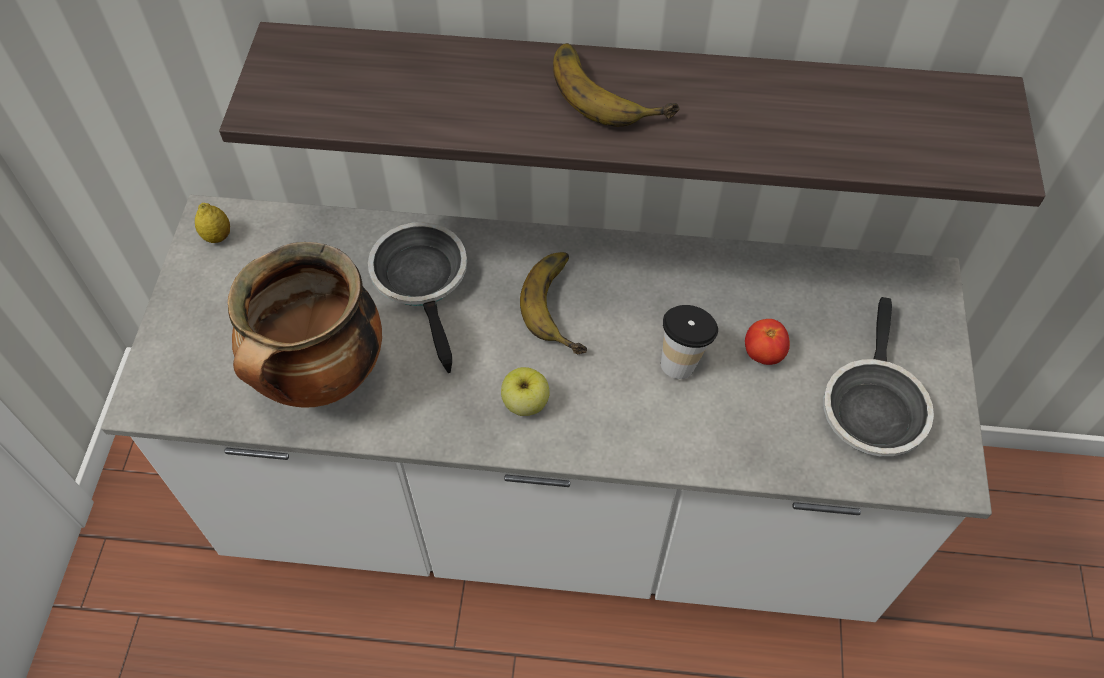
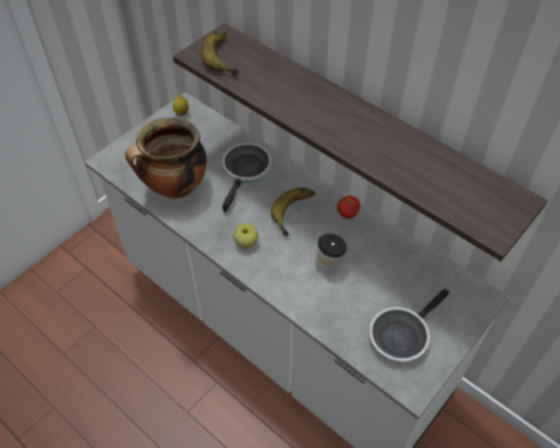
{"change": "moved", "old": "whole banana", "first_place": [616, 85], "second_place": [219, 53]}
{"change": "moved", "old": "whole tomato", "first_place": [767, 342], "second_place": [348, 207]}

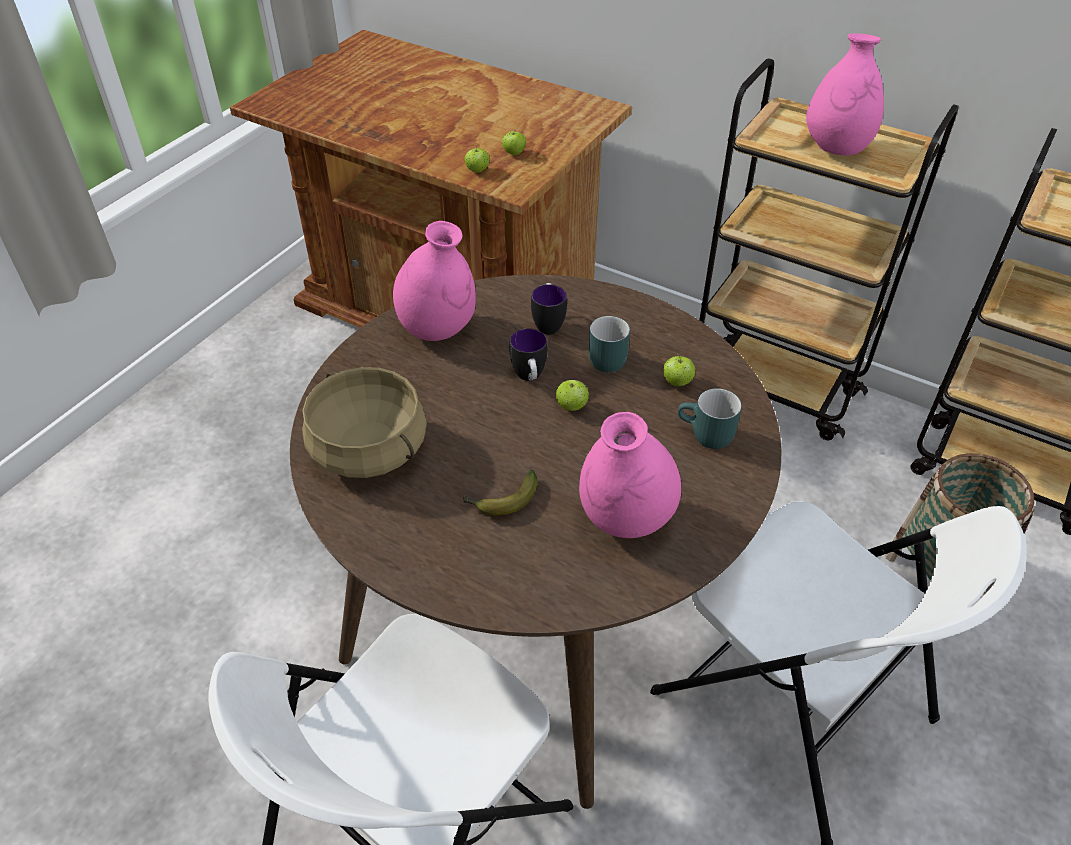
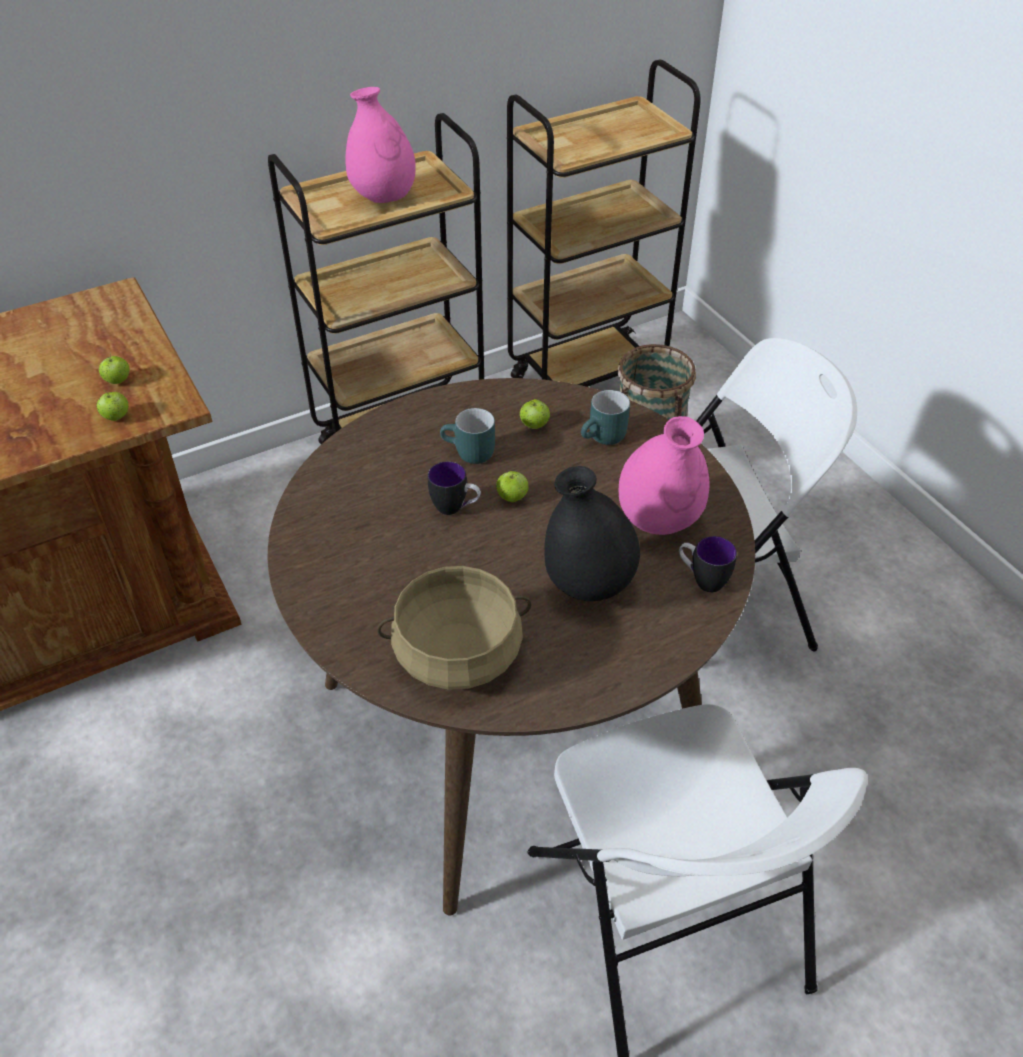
{"change": "removed", "old": "pink decorative vase", "first_place": [434, 281]}
{"change": "moved", "old": "mug", "first_place": [549, 309], "second_place": [708, 564]}
{"change": "replaced", "old": "whole banana", "new": "black decorative vase", "first_place": [500, 492], "second_place": [592, 533]}

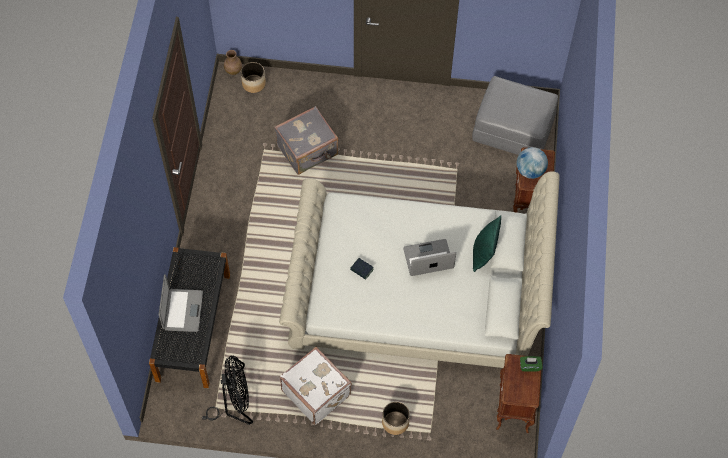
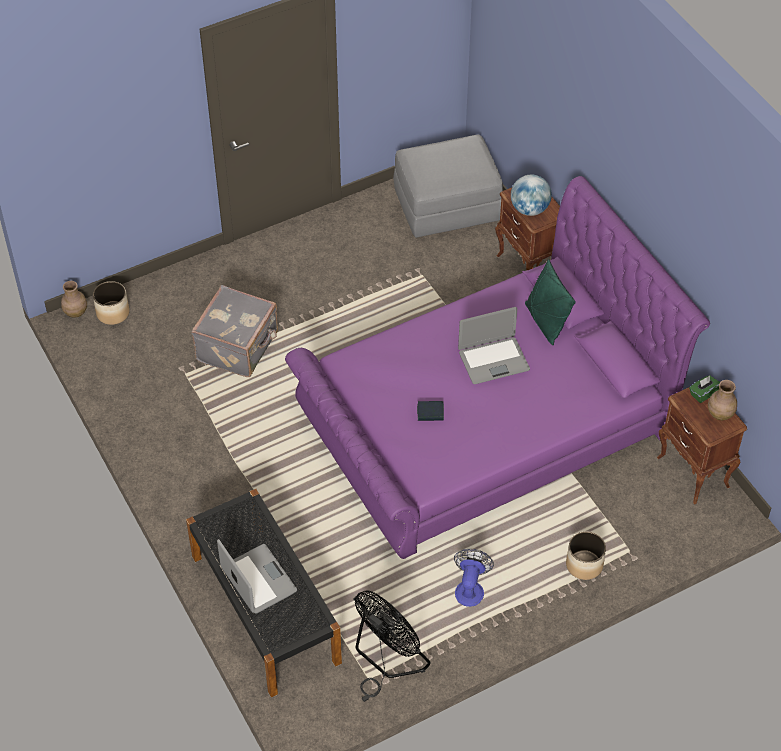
{"change": "recoloured", "old": "beige bedroom bed", "new": "purple bedroom bed", "first_place": [419, 270], "second_place": [497, 367]}
{"change": "turned", "old": "notebook computer", "first_place": [429, 257], "second_place": [494, 345], "degrees": -150}
{"change": "replaced", "old": "white travel case", "new": "electric fan", "first_place": [316, 385], "second_place": [474, 578]}
{"change": "added", "new": "brownish decorative vase", "second_place": [722, 400]}

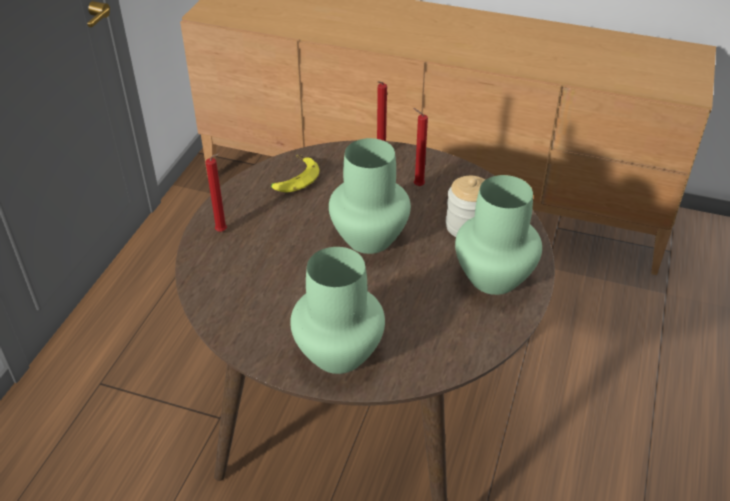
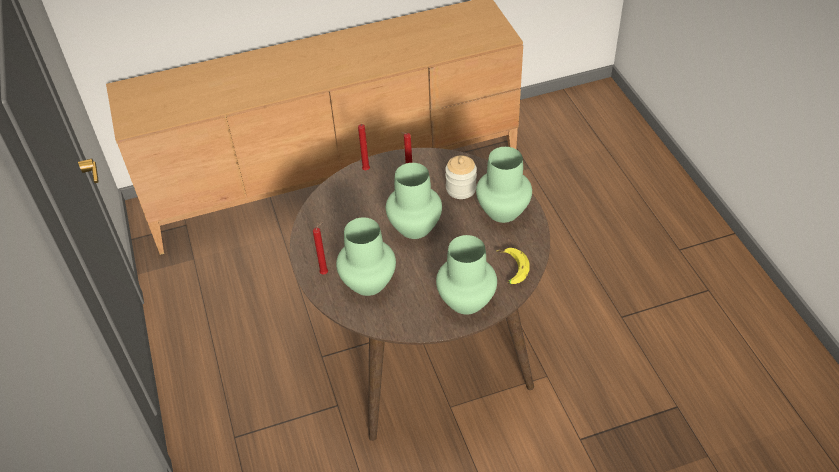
{"change": "moved", "old": "whole banana", "first_place": [295, 174], "second_place": [513, 266]}
{"change": "added", "new": "green decorative vase", "second_place": [366, 256]}

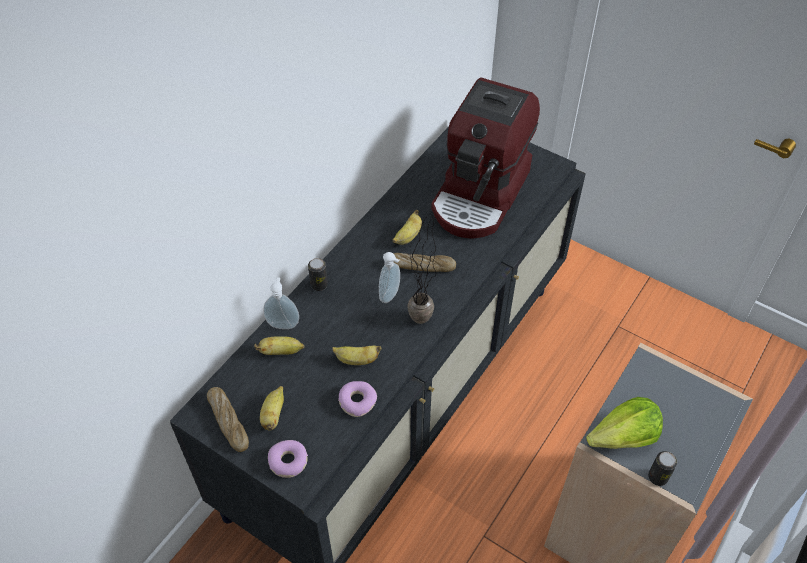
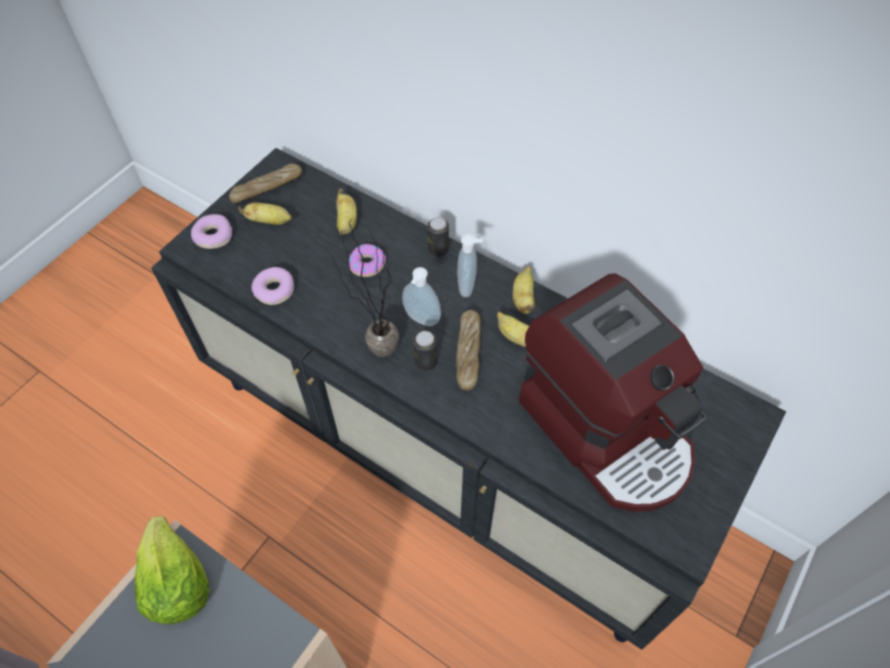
{"change": "turned", "old": "coffee machine", "first_place": [485, 158], "second_place": [612, 392], "degrees": -150}
{"change": "moved", "old": "soap dispenser", "first_place": [281, 303], "second_place": [470, 265]}
{"change": "moved", "old": "whole banana", "first_place": [357, 355], "second_place": [523, 290]}
{"change": "moved", "old": "sealed can", "first_place": [662, 468], "second_place": [425, 351]}
{"change": "added", "new": "ring doughnut", "second_place": [367, 260]}

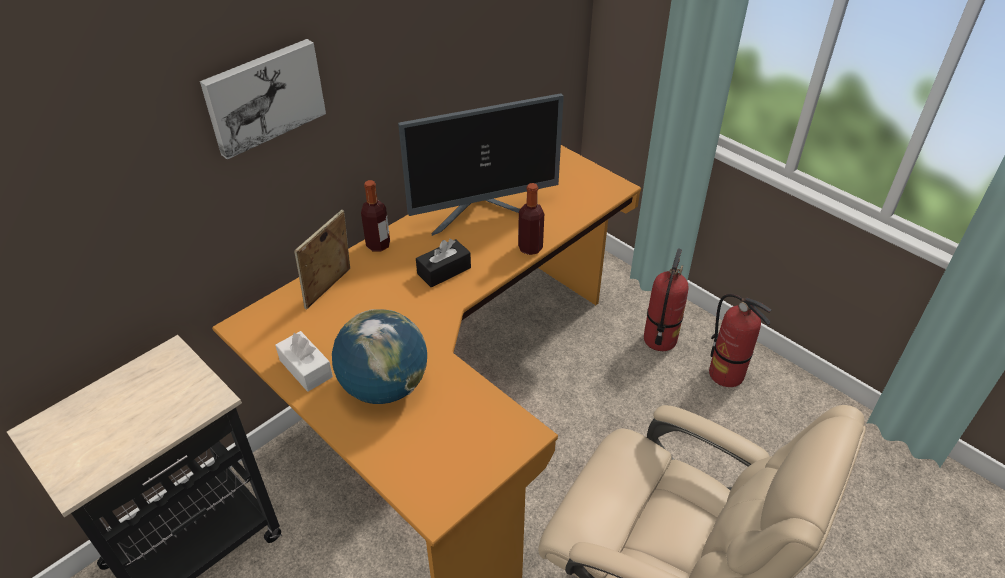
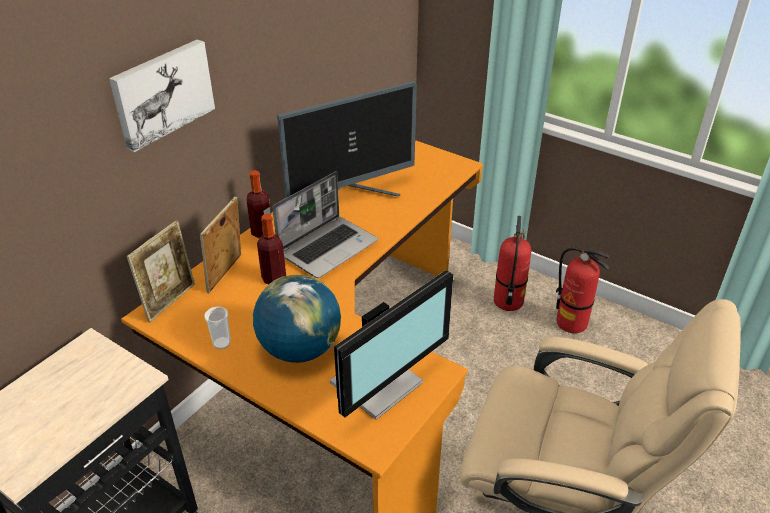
{"change": "moved", "old": "beverage bottle", "first_place": [531, 219], "second_place": [271, 249]}
{"change": "replaced", "old": "black tissue box", "new": "notebook computer", "first_place": [443, 263], "second_place": [325, 224]}
{"change": "replaced", "old": "white tissue box", "new": "small cup", "first_place": [304, 361], "second_place": [217, 327]}
{"change": "added", "new": "standing frame", "second_place": [160, 271]}
{"change": "added", "new": "computer screen", "second_place": [391, 345]}

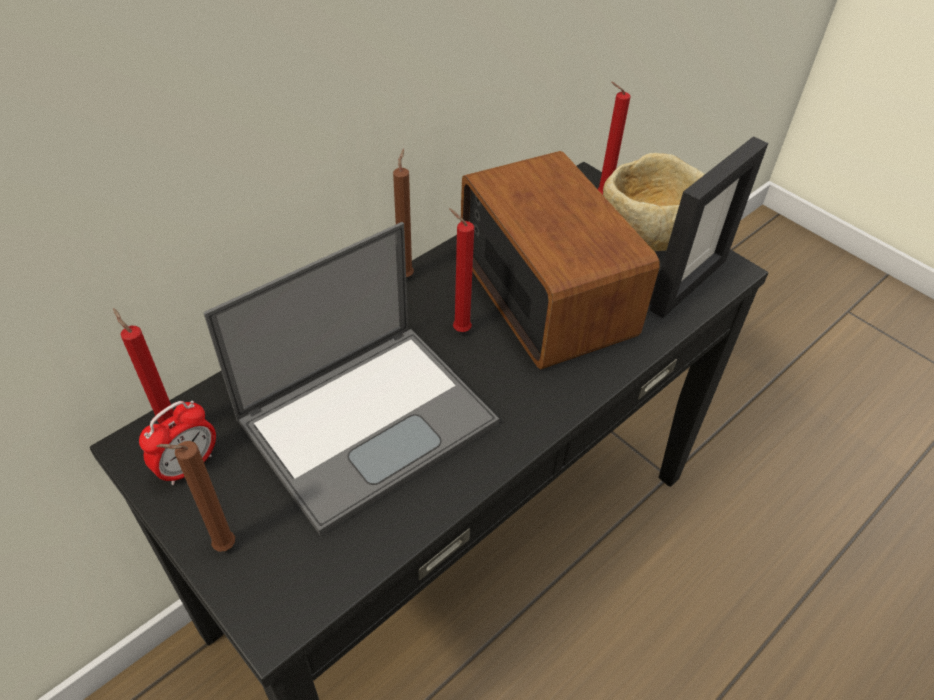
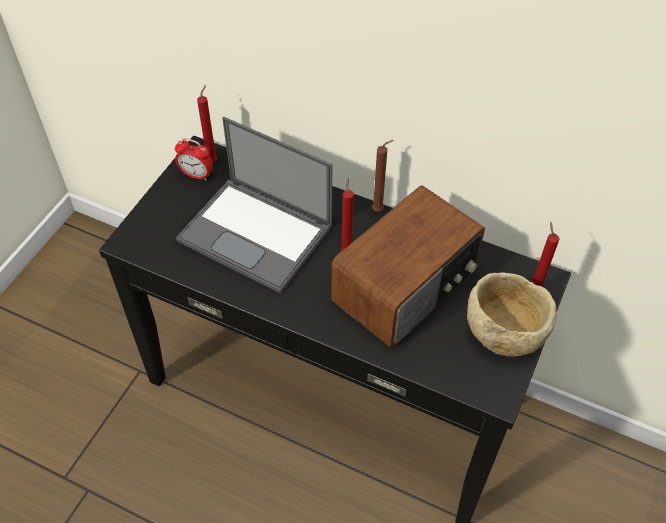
{"change": "removed", "old": "standing frame", "first_place": [708, 227]}
{"change": "removed", "old": "brownish wax light", "first_place": [196, 496]}

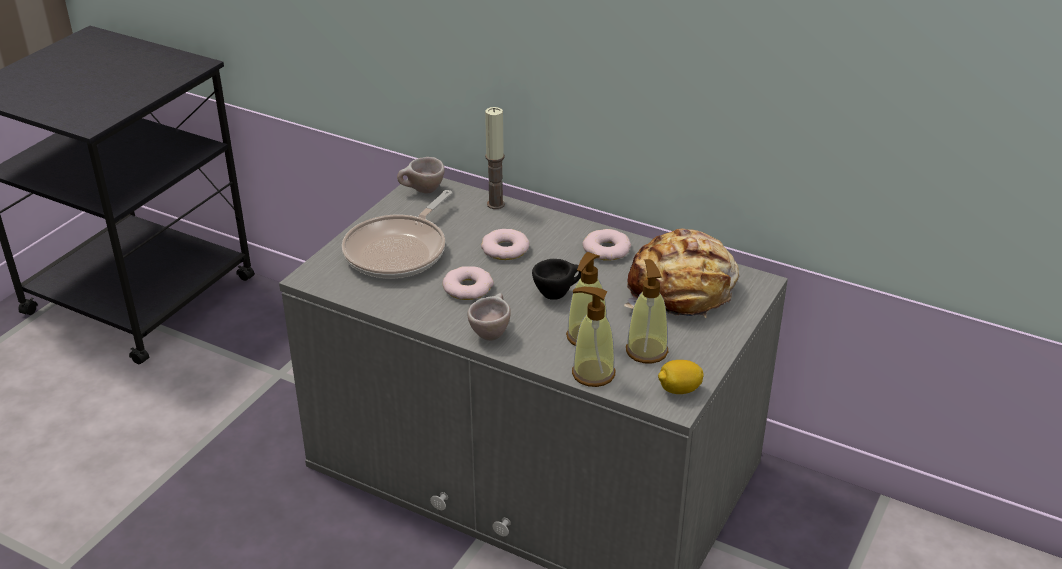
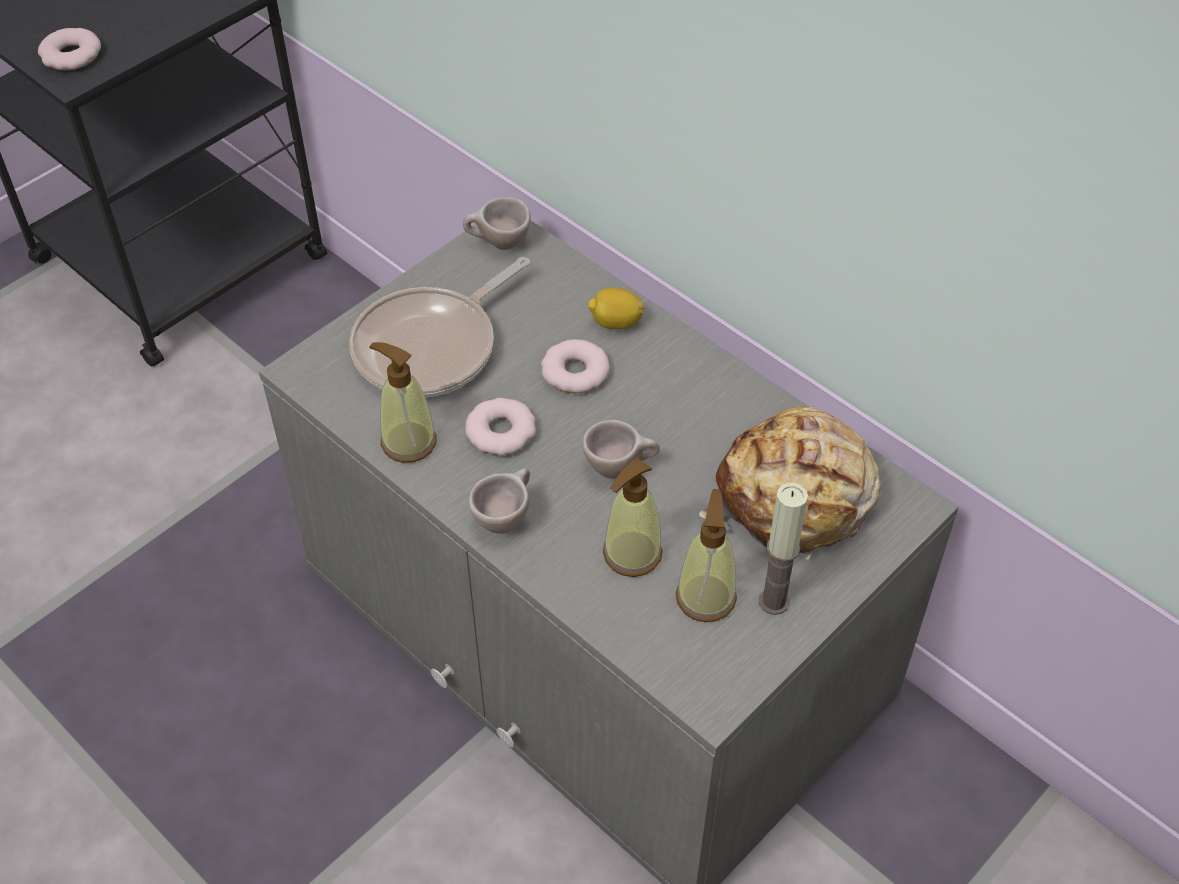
{"change": "moved", "old": "wax light", "first_place": [495, 158], "second_place": [783, 549]}
{"change": "moved", "old": "ring doughnut", "first_place": [606, 245], "second_place": [69, 49]}
{"change": "recoloured", "old": "black small cup", "new": "beige small cup", "first_place": [556, 279], "second_place": [621, 449]}
{"change": "moved", "old": "soap dispenser", "first_place": [594, 337], "second_place": [403, 402]}
{"change": "moved", "old": "citrus fruit", "first_place": [681, 377], "second_place": [616, 309]}

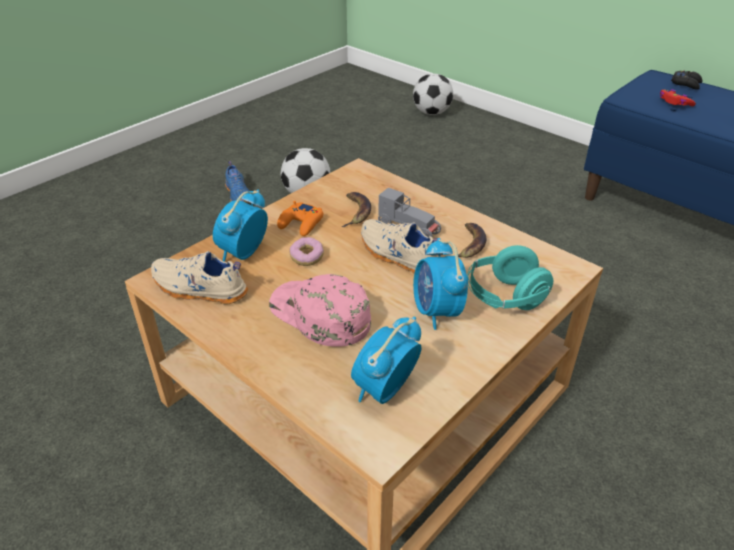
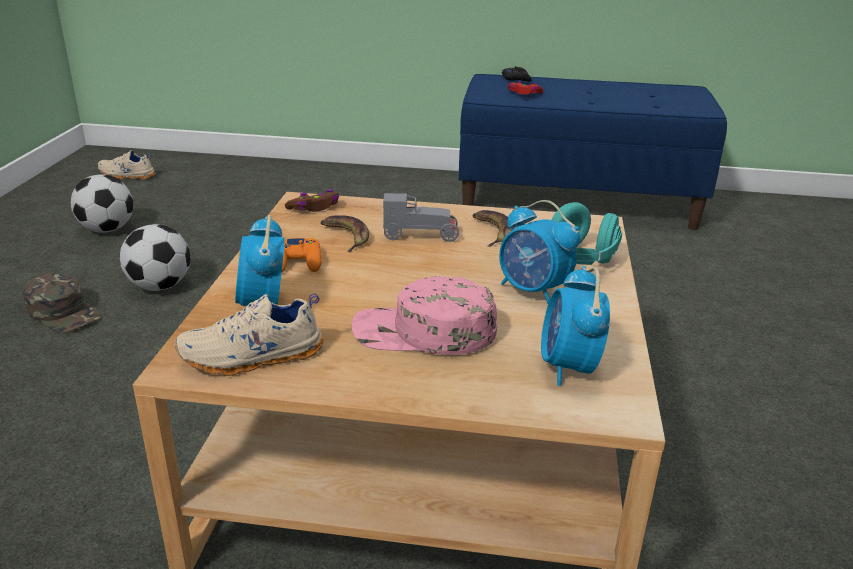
{"change": "moved", "old": "football ball", "first_place": [433, 94], "second_place": [102, 203]}
{"change": "replaced", "old": "blue-coloured low shoe", "new": "green peaked cap", "first_place": [237, 182], "second_place": [62, 303]}
{"change": "moved", "old": "beige low shoe", "first_place": [399, 246], "second_place": [127, 165]}
{"change": "removed", "old": "ring doughnut", "first_place": [306, 251]}
{"change": "added", "new": "brownish joypad", "second_place": [312, 201]}

